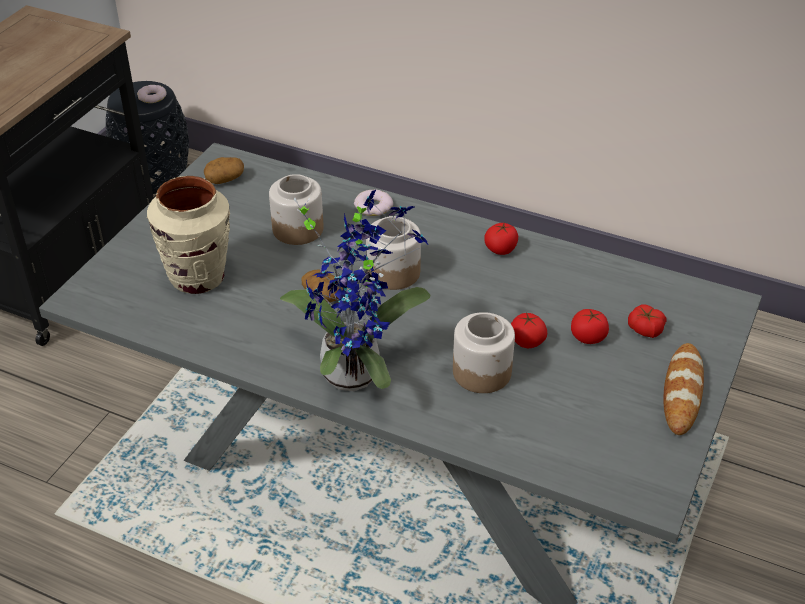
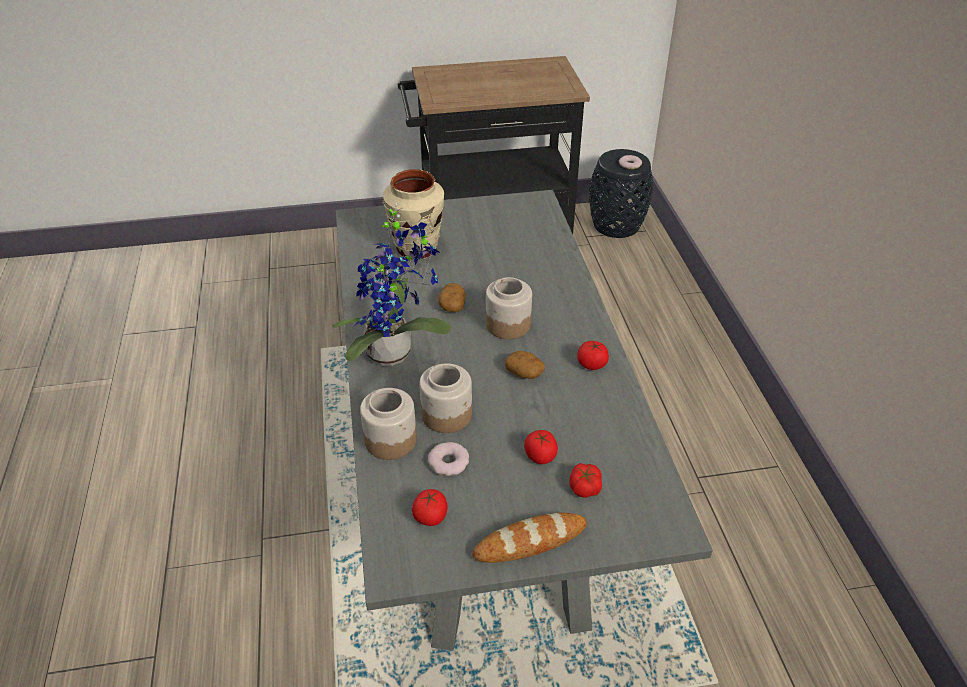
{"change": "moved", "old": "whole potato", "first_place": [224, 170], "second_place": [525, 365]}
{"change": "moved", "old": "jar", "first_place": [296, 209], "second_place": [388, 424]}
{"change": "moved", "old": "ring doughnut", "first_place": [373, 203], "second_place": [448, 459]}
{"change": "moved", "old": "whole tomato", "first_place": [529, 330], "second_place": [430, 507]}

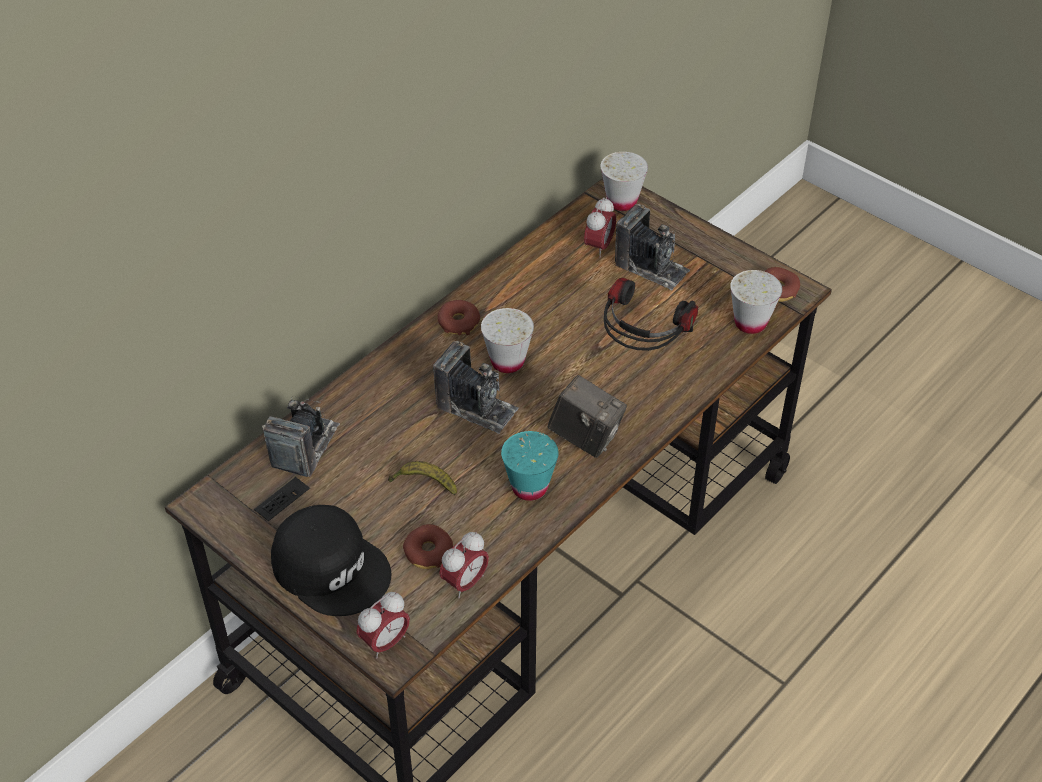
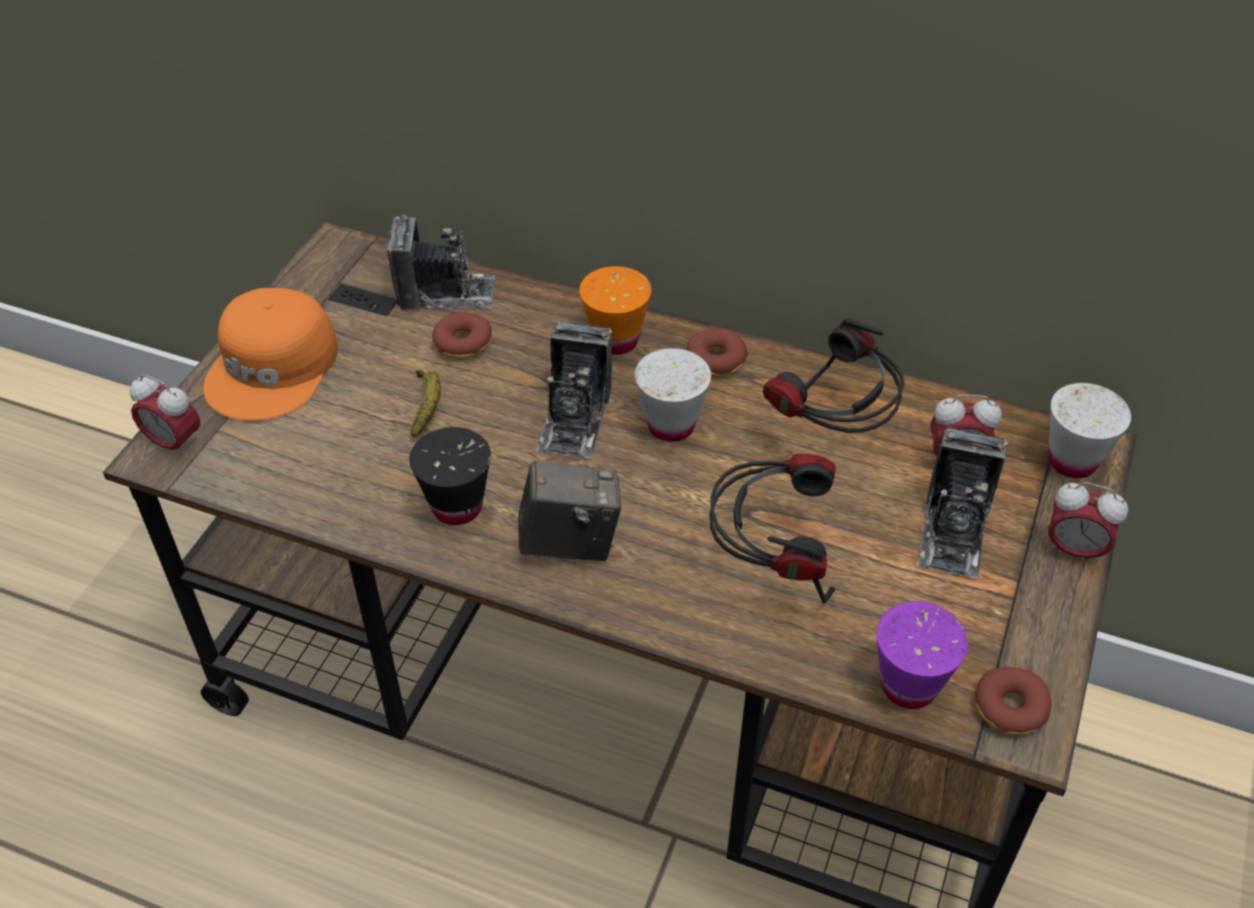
{"change": "recoloured", "old": "white small cup", "new": "purple small cup", "first_place": [756, 302], "second_place": [922, 655]}
{"change": "turned", "old": "still camera", "first_place": [587, 416], "second_place": [569, 511], "degrees": -105}
{"change": "recoloured", "old": "blue-green small cup", "new": "black small cup", "first_place": [530, 466], "second_place": [450, 476]}
{"change": "recoloured", "old": "black peaked cap", "new": "orange-coloured peaked cap", "first_place": [331, 560], "second_place": [270, 354]}
{"change": "moved", "old": "ring doughnut", "first_place": [428, 546], "second_place": [462, 335]}
{"change": "moved", "old": "alarm clock", "first_place": [464, 565], "second_place": [1088, 523]}
{"change": "added", "new": "orange-coloured small cup", "second_place": [615, 310]}
{"change": "added", "new": "pair of headphones", "second_place": [834, 375]}

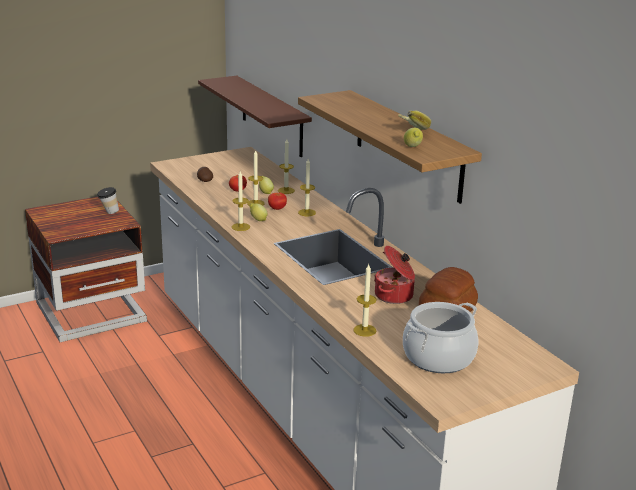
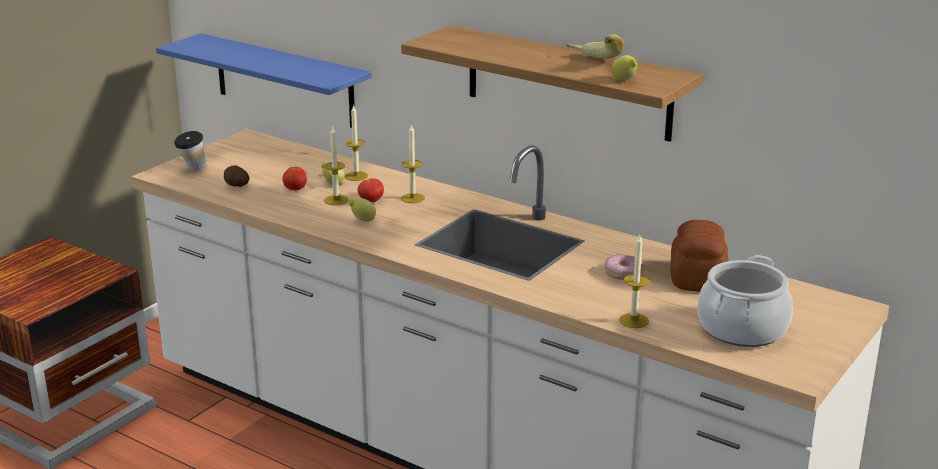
{"change": "recoloured", "old": "brownish bracket shelf", "new": "blue-coloured bracket shelf", "first_place": [255, 116], "second_place": [264, 80]}
{"change": "removed", "old": "wax light", "first_place": [241, 201]}
{"change": "moved", "old": "small cup", "first_place": [108, 200], "second_place": [190, 151]}
{"change": "replaced", "old": "cooking pot", "new": "ring doughnut", "first_place": [394, 275], "second_place": [623, 267]}

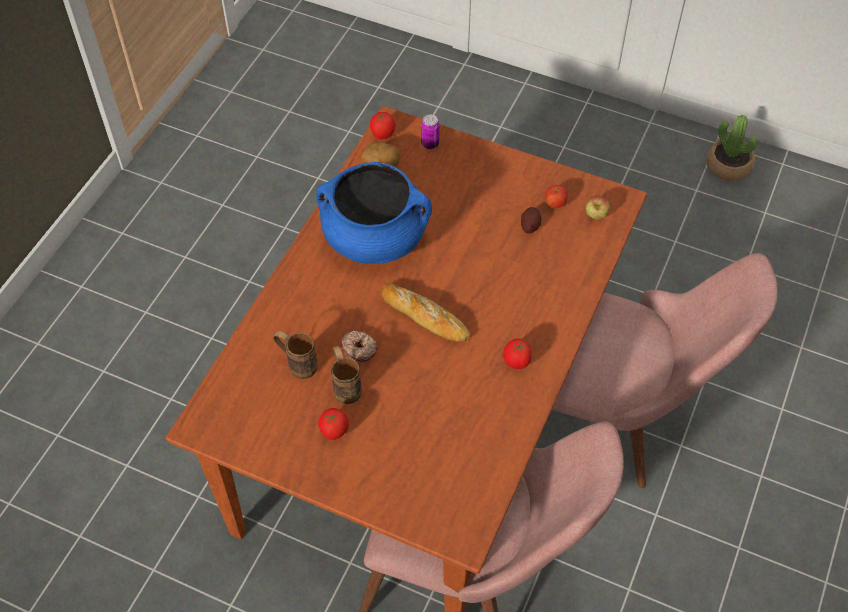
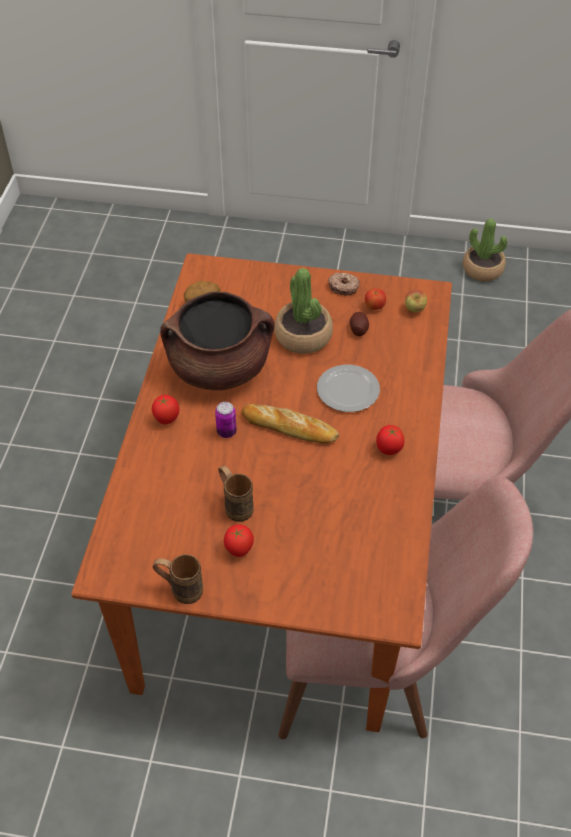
{"change": "moved", "old": "whole tomato", "first_place": [382, 125], "second_place": [165, 409]}
{"change": "moved", "old": "sealed can", "first_place": [430, 132], "second_place": [226, 420]}
{"change": "recoloured", "old": "blue-coloured cooking pot", "new": "brownish cooking pot", "first_place": [374, 213], "second_place": [217, 341]}
{"change": "moved", "old": "brownish mug", "first_place": [295, 355], "second_place": [178, 579]}
{"change": "moved", "old": "ring doughnut", "first_place": [359, 346], "second_place": [344, 284]}
{"change": "added", "new": "houseplant", "second_place": [304, 311]}
{"change": "added", "new": "plate", "second_place": [348, 388]}

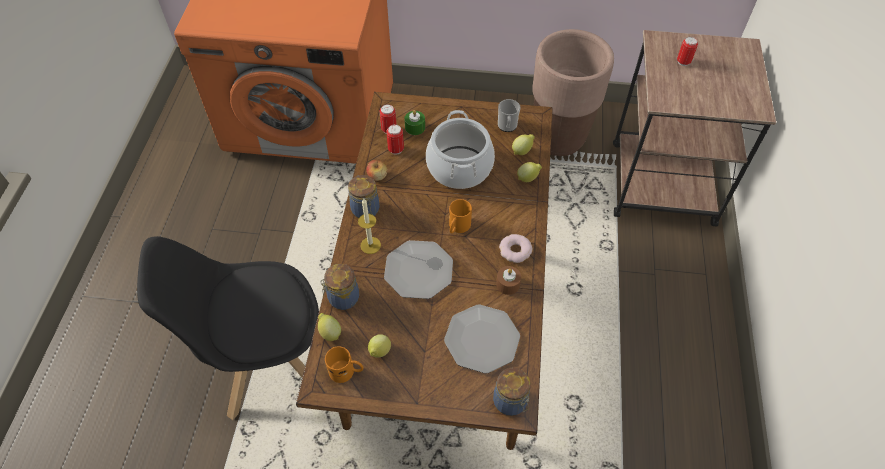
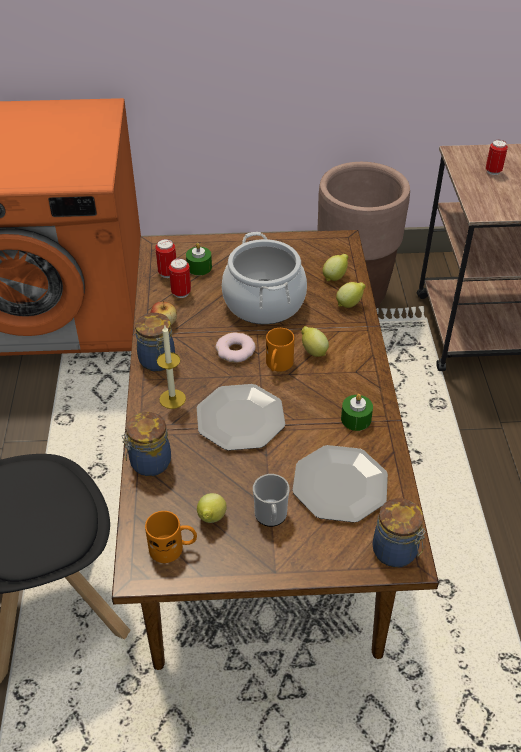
{"change": "moved", "old": "mug", "first_place": [509, 115], "second_place": [271, 500]}
{"change": "moved", "old": "ring doughnut", "first_place": [515, 248], "second_place": [235, 347]}
{"change": "recoloured", "old": "brownish wax light", "new": "green wax light", "first_place": [508, 280], "second_place": [357, 412]}
{"change": "moved", "old": "citrus fruit", "first_place": [329, 327], "second_place": [315, 341]}

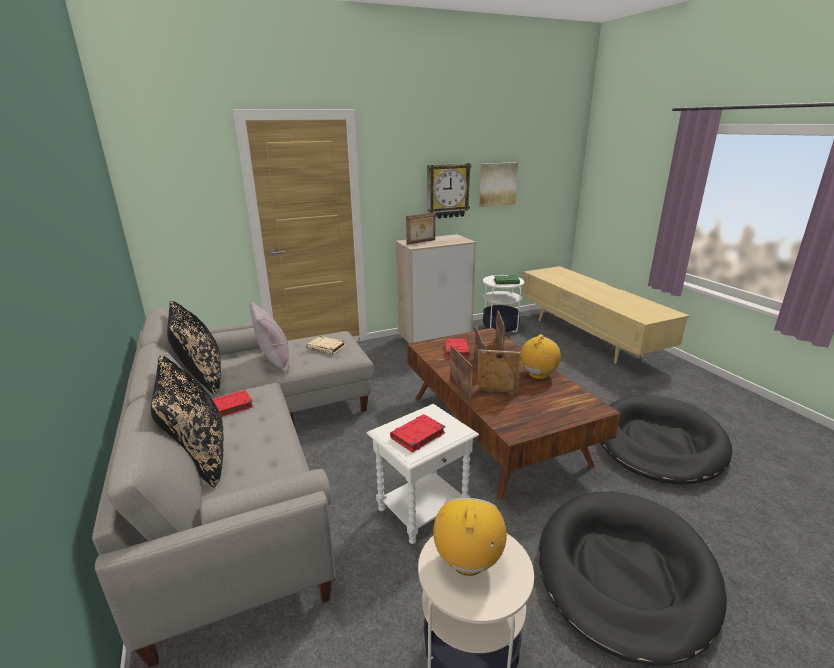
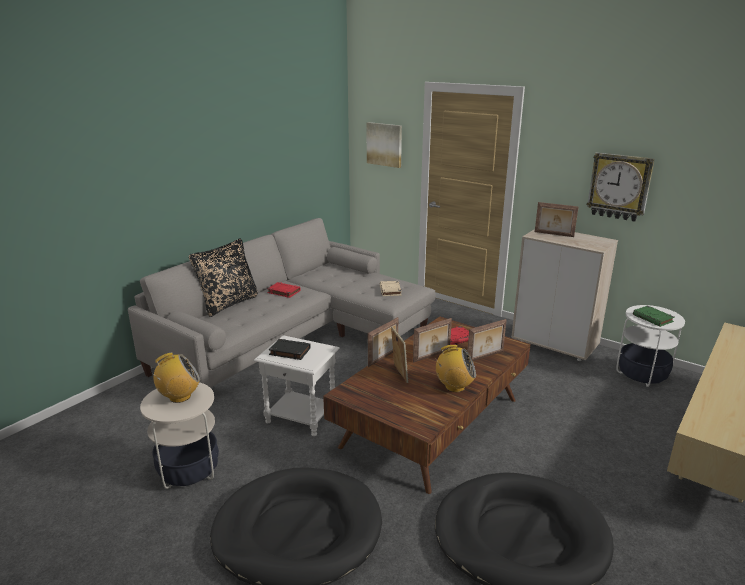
{"change": "moved", "old": "wall picture", "first_place": [498, 184], "second_place": [384, 145]}
{"change": "removed", "old": "black cushion", "first_place": [194, 348]}
{"change": "removed", "old": "purple cushion", "first_place": [269, 337]}
{"change": "recoloured", "old": "reddish volume", "new": "black volume", "first_place": [417, 433], "second_place": [290, 349]}

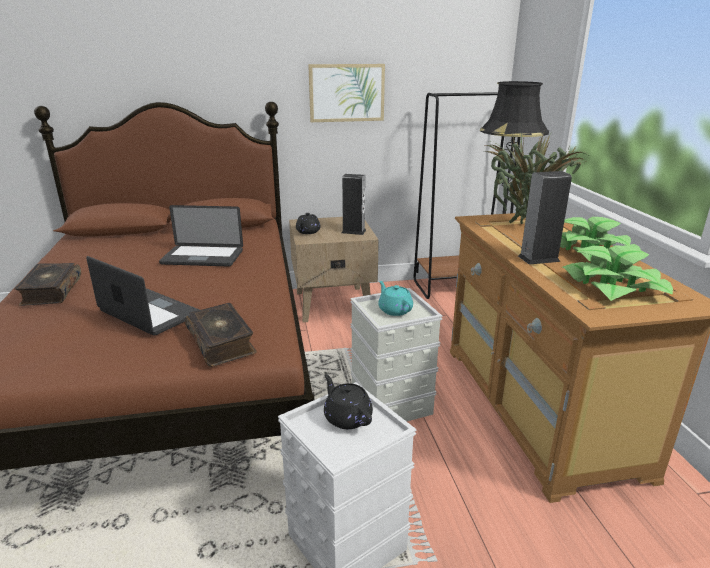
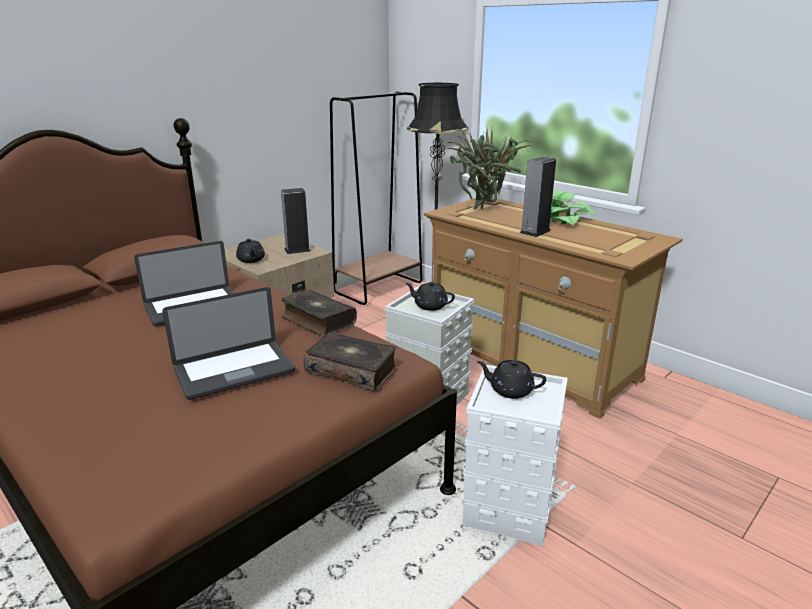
{"change": "removed", "old": "wall picture", "first_place": [346, 93]}
{"change": "removed", "old": "houseplant", "first_place": [618, 273]}
{"change": "turned", "old": "notebook computer", "first_place": [142, 296], "second_place": [229, 343], "degrees": 150}
{"change": "moved", "old": "volume", "first_place": [47, 284], "second_place": [319, 313]}
{"change": "recoloured", "old": "blue-green pot for tea", "new": "black pot for tea", "first_place": [395, 298], "second_place": [430, 296]}

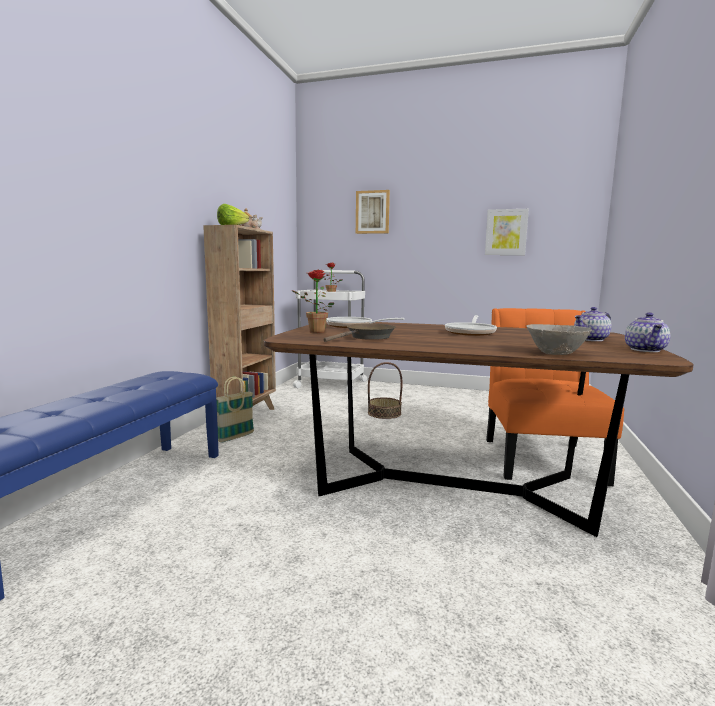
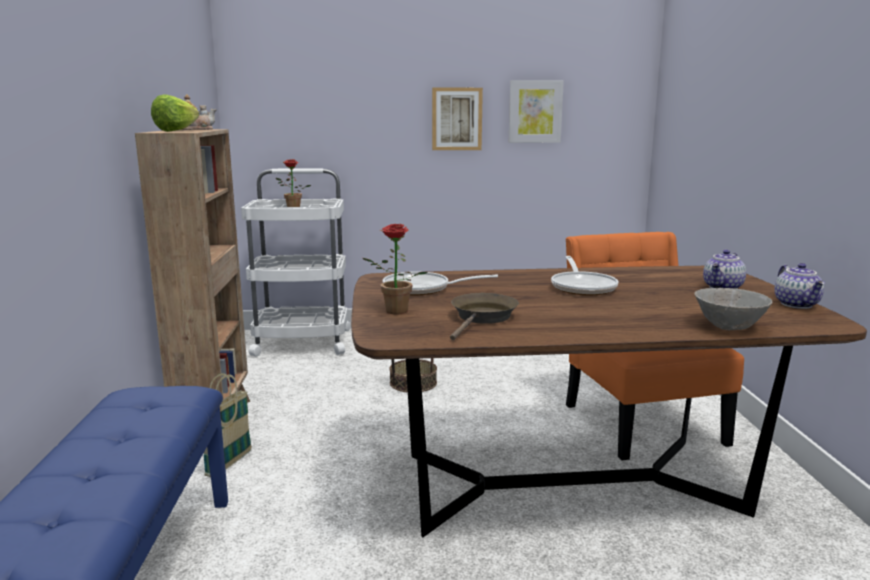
{"change": "moved", "old": "wall picture", "first_place": [373, 212], "second_place": [457, 119]}

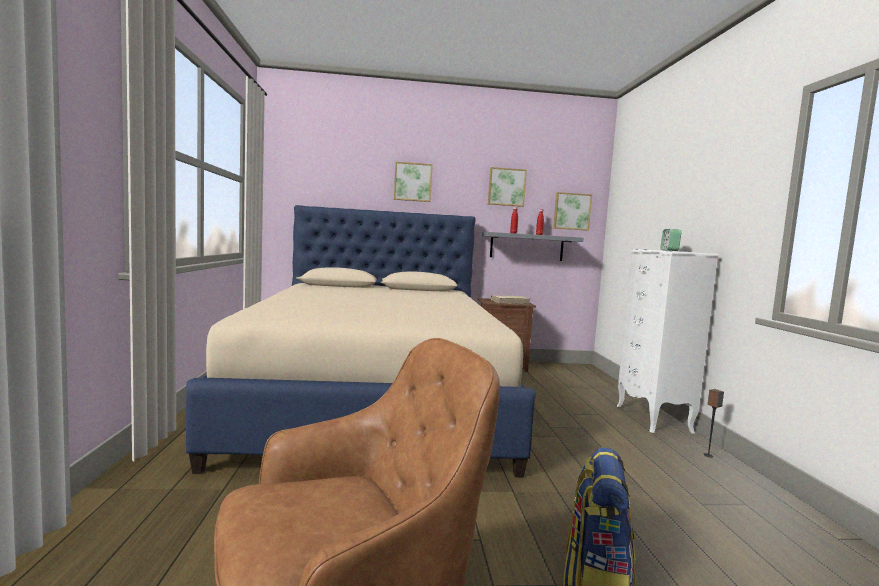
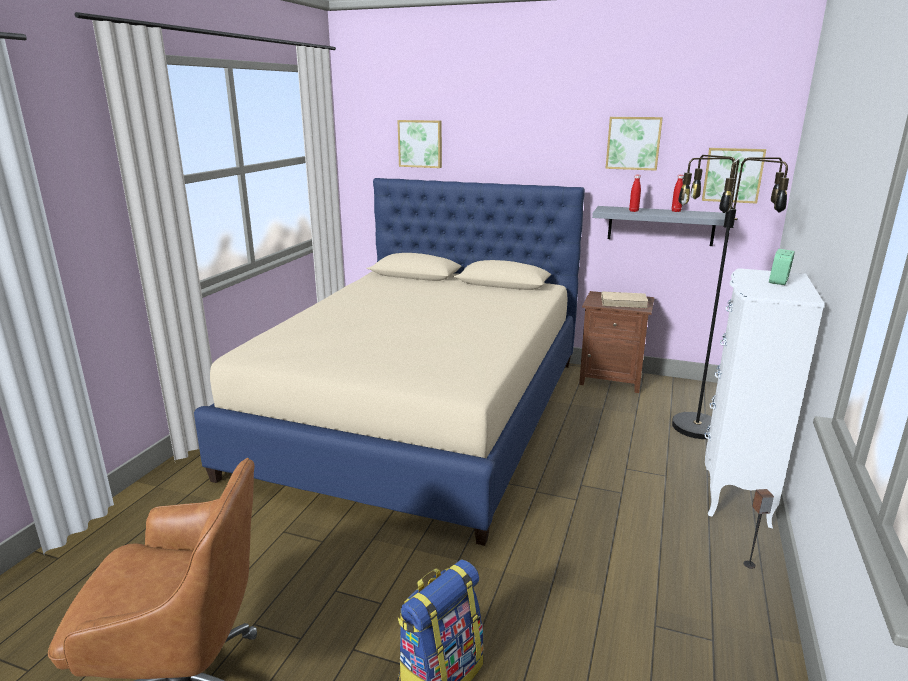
{"change": "moved", "old": "wall picture", "first_place": [413, 182], "second_place": [420, 144]}
{"change": "added", "new": "standing lamp", "second_place": [730, 297]}

